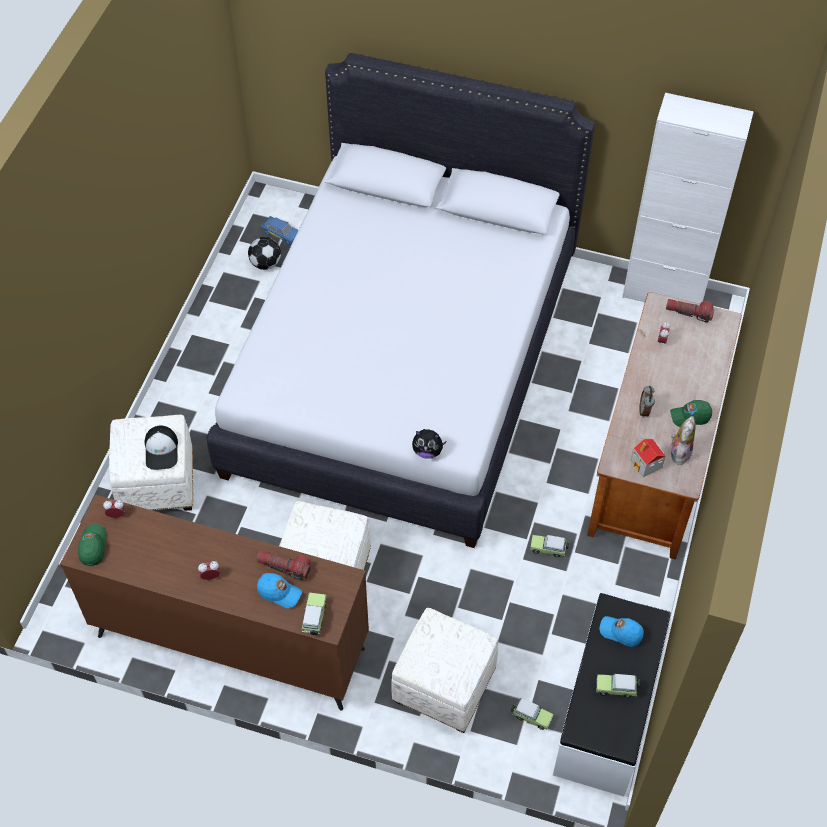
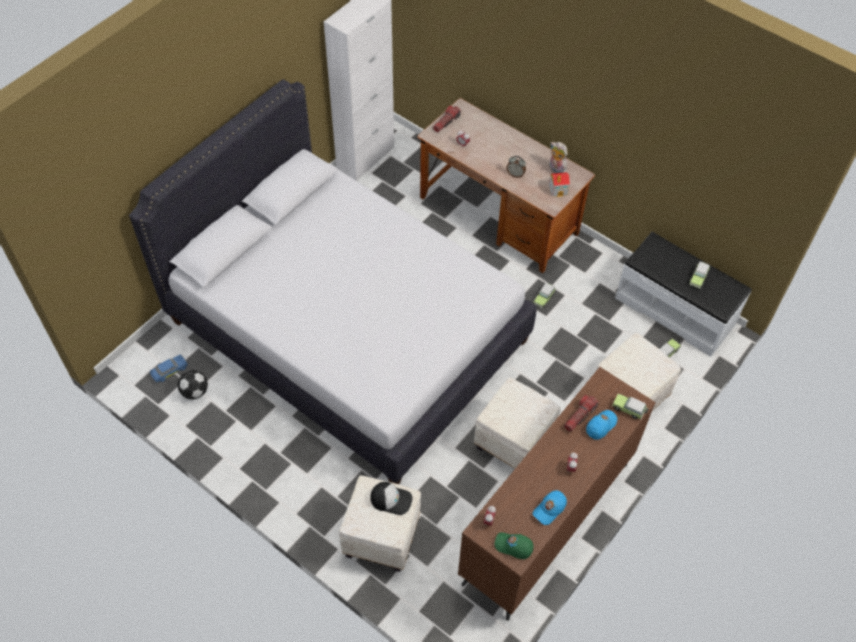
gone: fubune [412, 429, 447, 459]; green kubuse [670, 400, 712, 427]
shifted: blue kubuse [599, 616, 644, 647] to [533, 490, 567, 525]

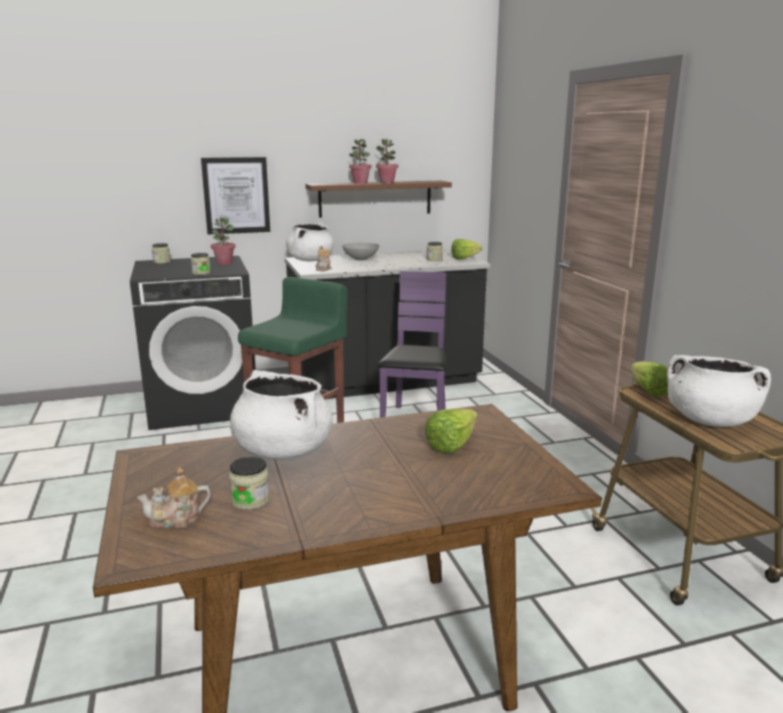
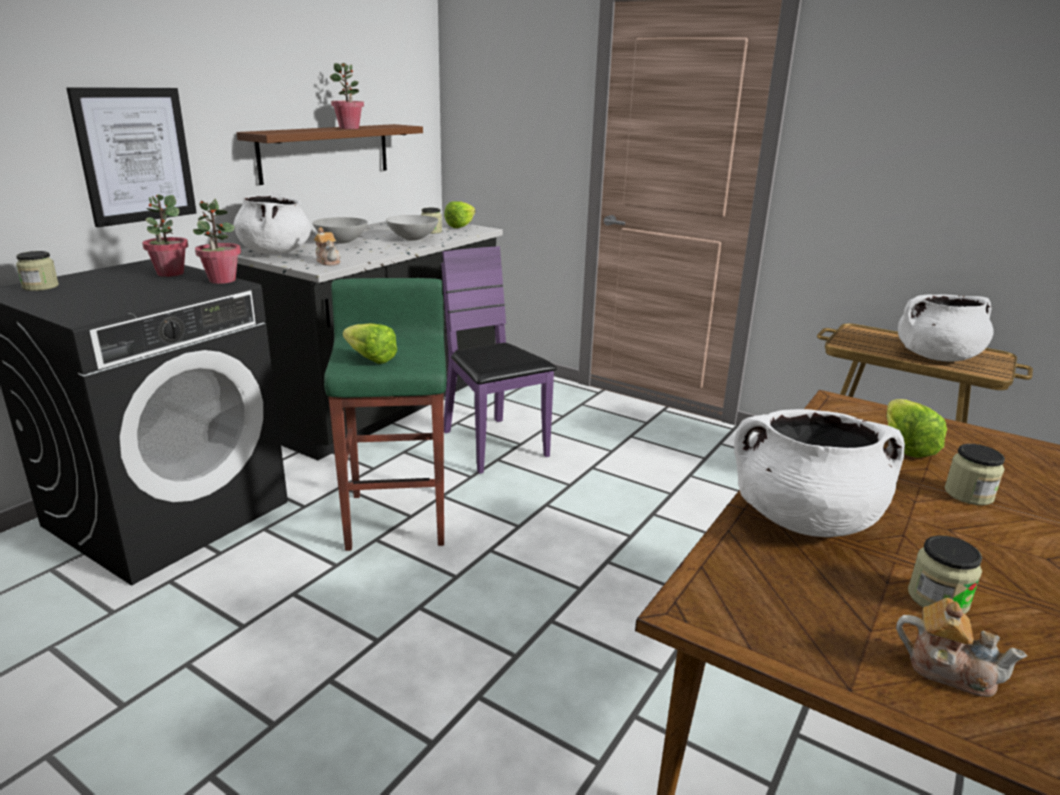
new: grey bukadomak [386, 215, 439, 241]
shifted: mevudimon [349, 139, 372, 184] to [193, 199, 241, 284]; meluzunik [631, 361, 668, 397] to [343, 323, 397, 364]; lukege [191, 253, 211, 275] to [944, 444, 1005, 505]
rotated: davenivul [137, 467, 211, 529] = [896, 598, 1027, 697] 90 degrees counterclockwise

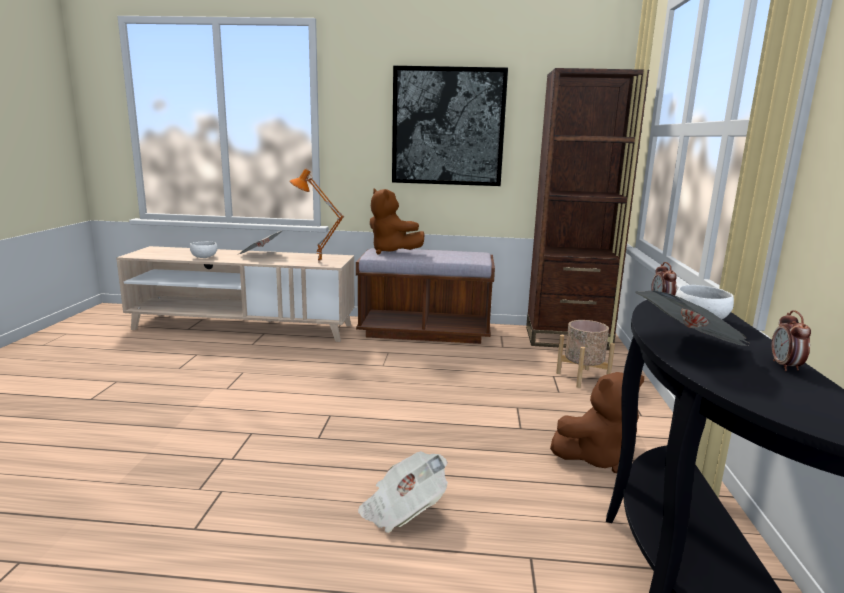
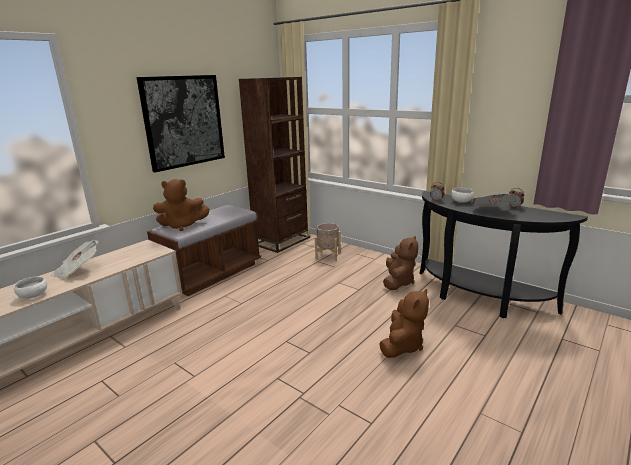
gone: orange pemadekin [289, 168, 344, 263]
swapped: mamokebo [358, 451, 448, 533] to brown fubune [380, 289, 429, 358]

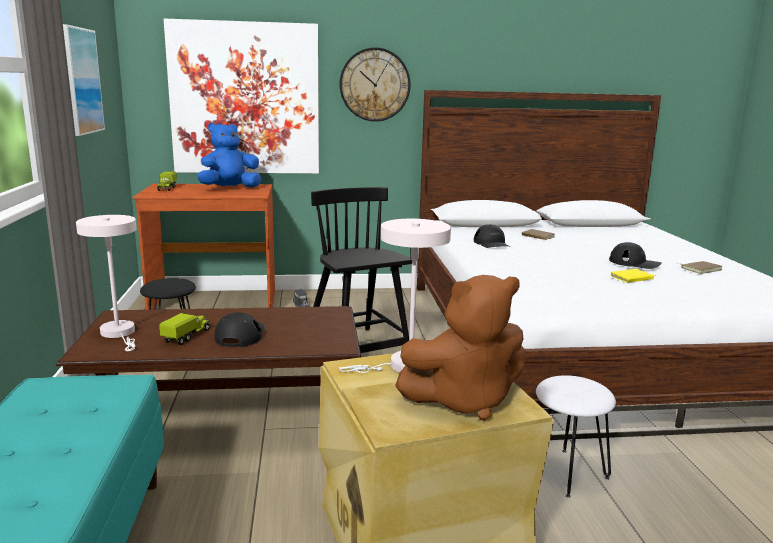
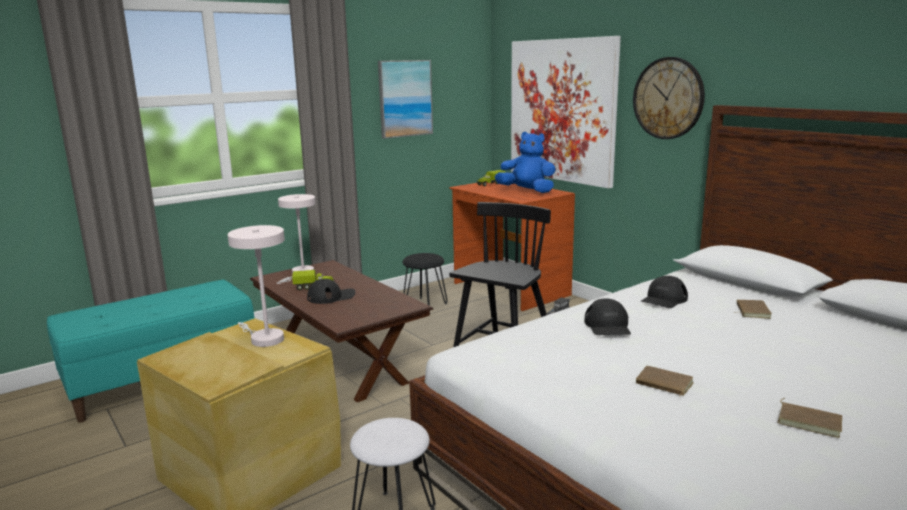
gone: brown fubune [395, 275, 526, 421]
shifted: black kubuse [609, 242, 662, 269] to [584, 298, 631, 335]
repainted: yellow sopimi [610, 269, 660, 283] to brown sopimi [636, 366, 694, 396]

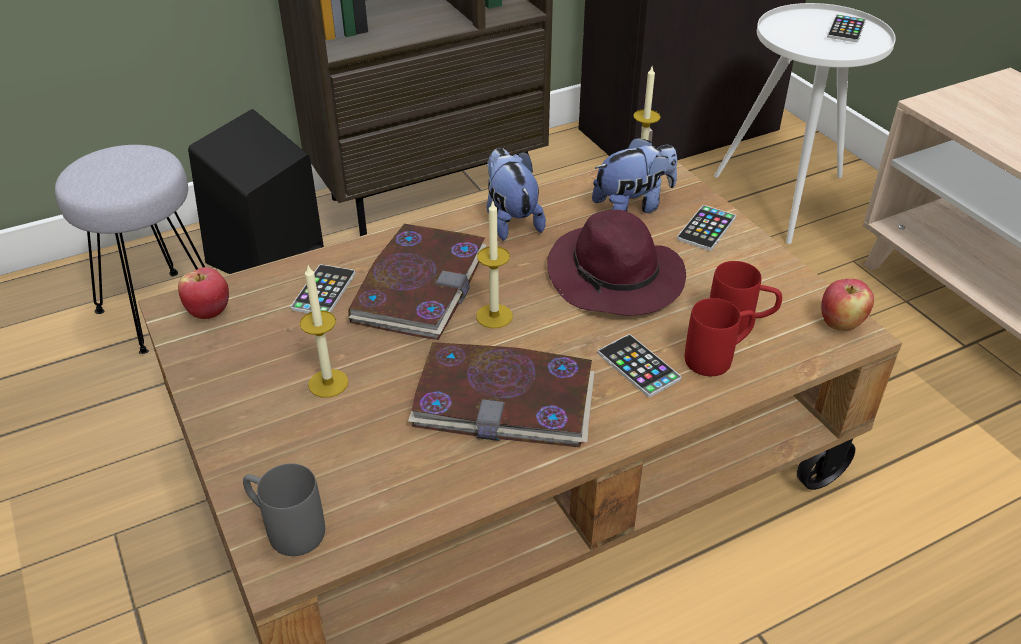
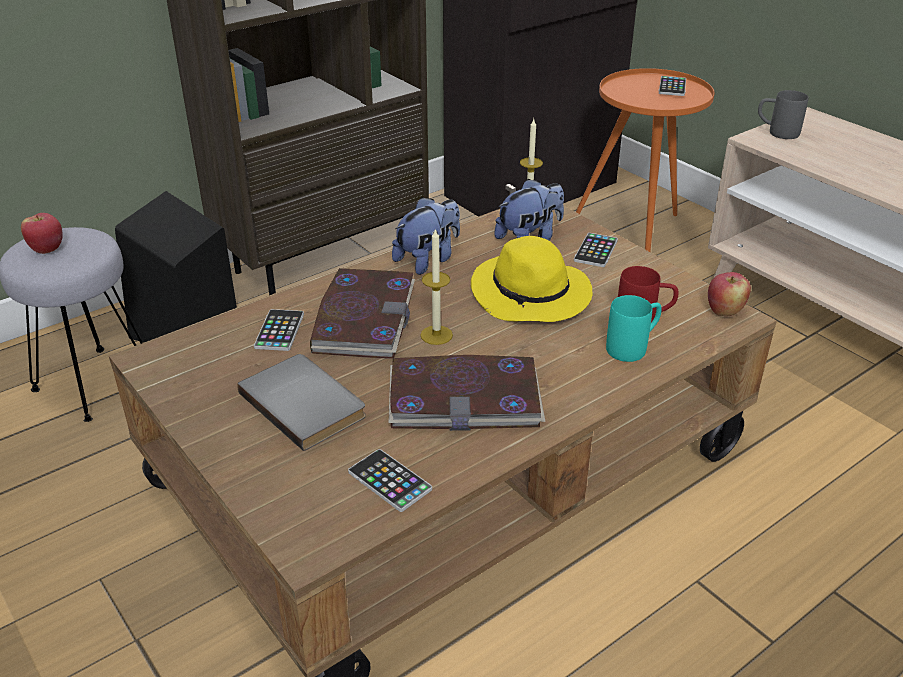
shifted: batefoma [178, 267, 229, 319] to [21, 213, 63, 254]; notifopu [598, 334, 681, 397] to [348, 449, 432, 512]; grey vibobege [243, 463, 325, 556] to [758, 90, 808, 139]
swapped: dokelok [300, 266, 349, 398] to grey sopimi [237, 354, 366, 451]
repainted: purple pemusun [547, 210, 686, 316] to yellow pemusun [471, 236, 592, 322]; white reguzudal [714, 3, 896, 244] to orange reguzudal [576, 68, 715, 252]; red vibobege [685, 298, 756, 376] to turquoise vibobege [606, 295, 662, 362]
rotated: fubune [487, 148, 546, 241] = [392, 197, 460, 275] 75 degrees clockwise

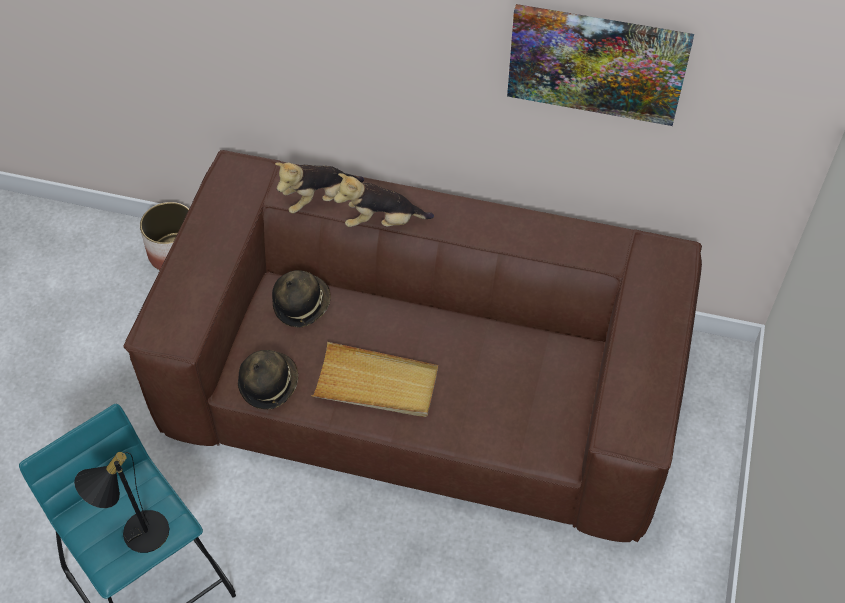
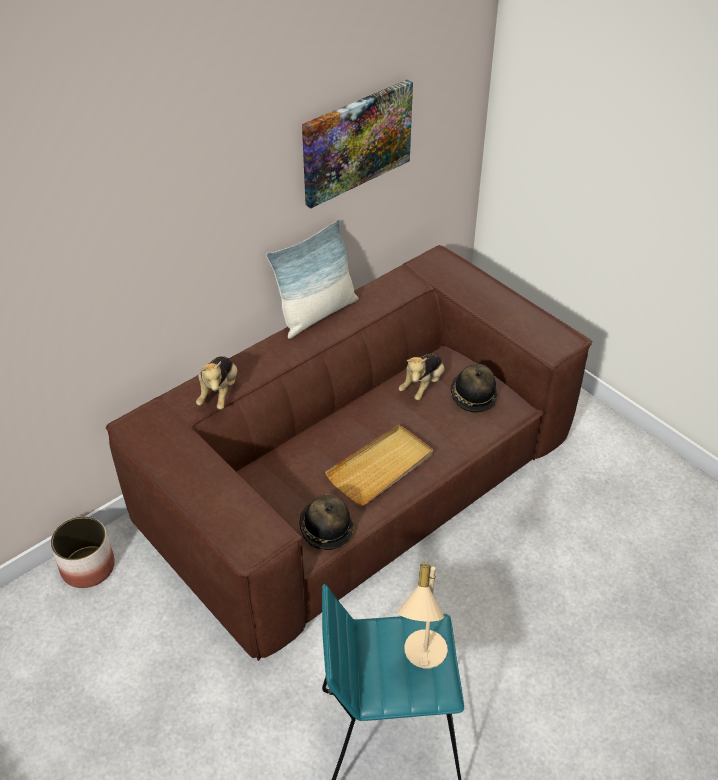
new: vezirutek [266, 220, 359, 339]
shifted: fubune [334, 173, 434, 227] to [399, 354, 445, 400]; pemusun [272, 270, 331, 328] to [451, 364, 498, 413]
repainted: black pemadekin [74, 452, 169, 553] to beige pemadekin [397, 559, 448, 668]

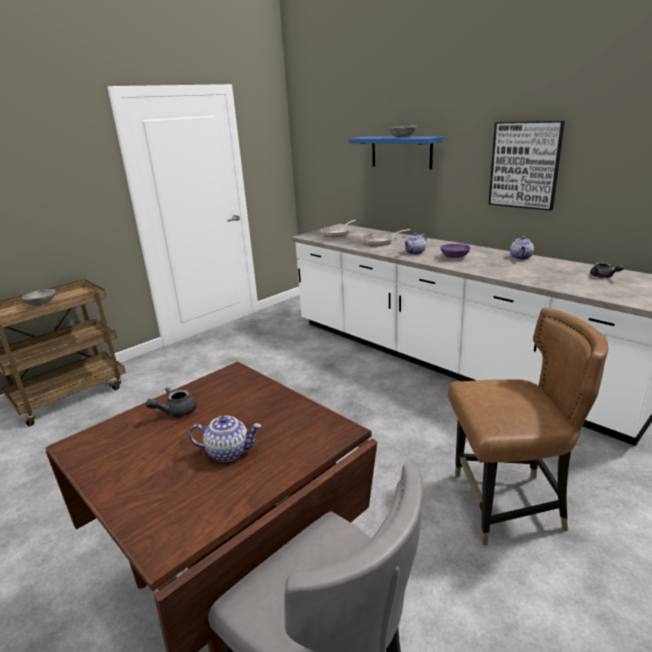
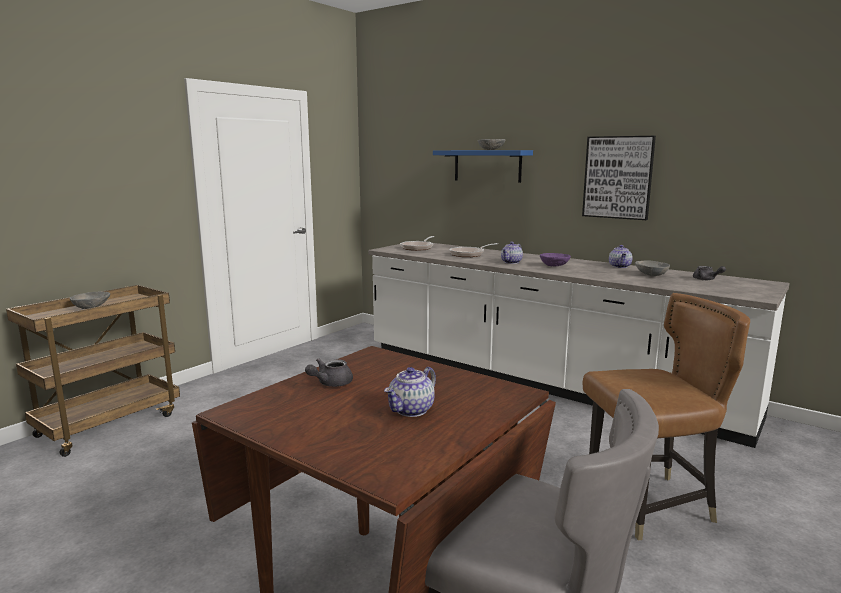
new: grey bukadomak [635, 260, 670, 276]
rotated: davenivul [189, 416, 261, 462] = [384, 367, 436, 417] 135 degrees clockwise

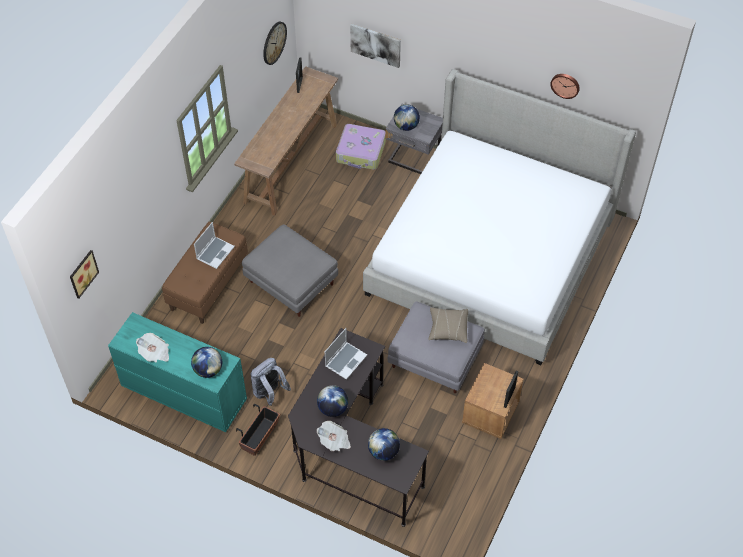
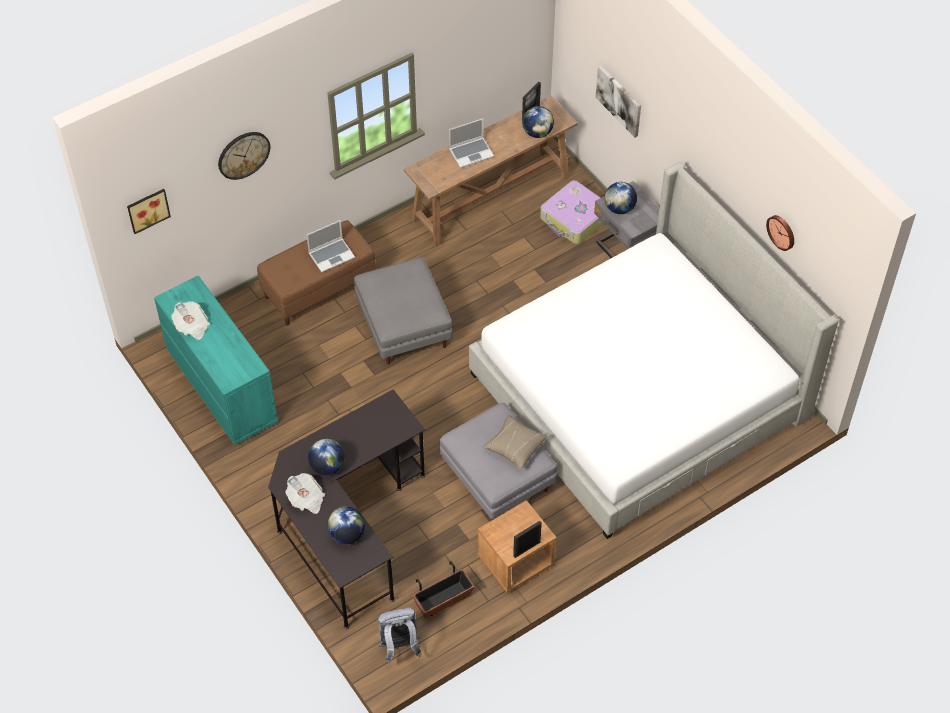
shifted: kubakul [263, 21, 287, 65] to [218, 132, 270, 180]; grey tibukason [250, 358, 291, 406] to [378, 608, 422, 664]; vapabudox [236, 404, 280, 456] to [413, 561, 475, 619]; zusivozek [325, 328, 367, 380] to [449, 118, 494, 168]; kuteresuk [191, 347, 222, 378] to [522, 106, 554, 138]

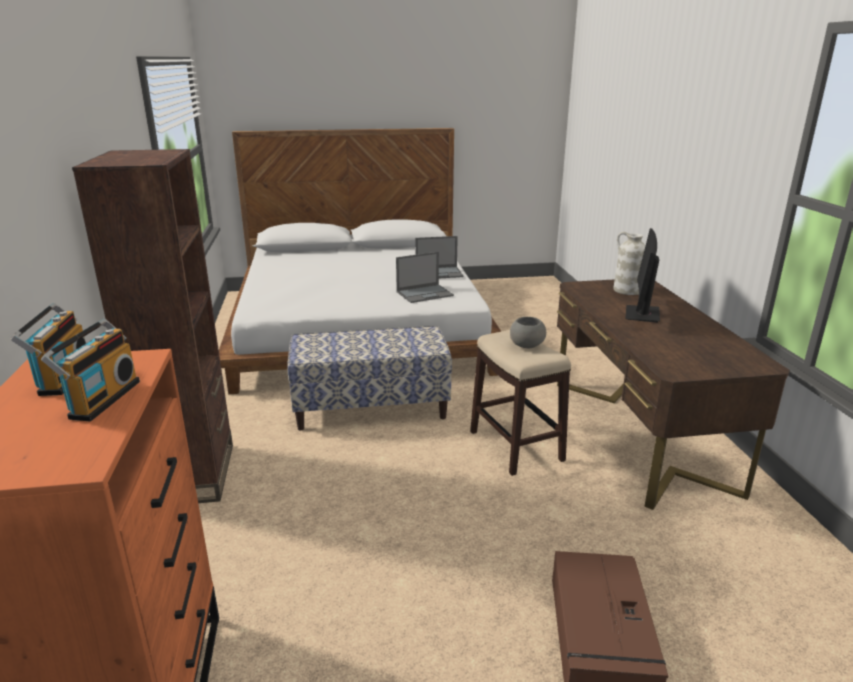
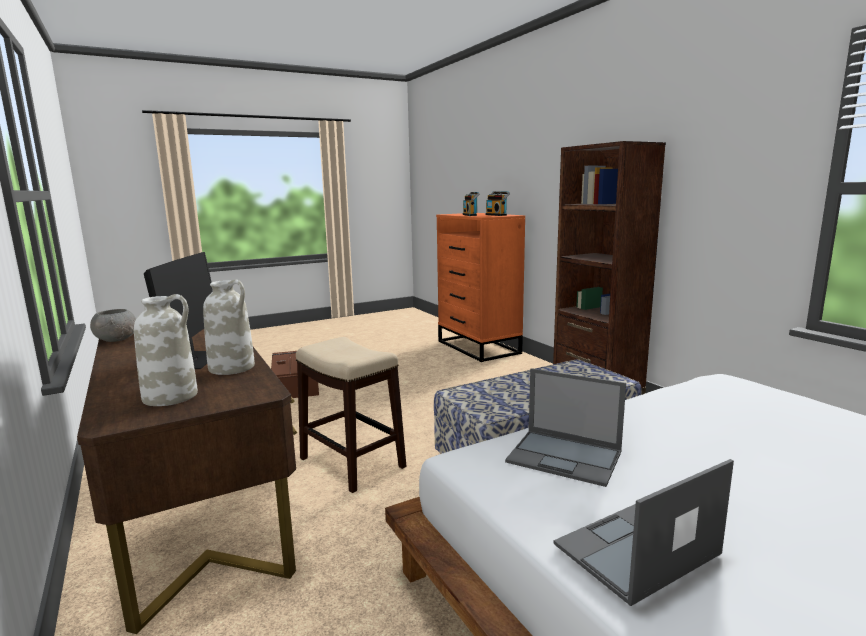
new: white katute [203, 280, 255, 375]
shifted: grey bukadomak [510, 317, 546, 348] to [90, 309, 136, 342]
rotated: zusivozek [396, 252, 454, 303] = [505, 368, 626, 487] 105 degrees counterclockwise

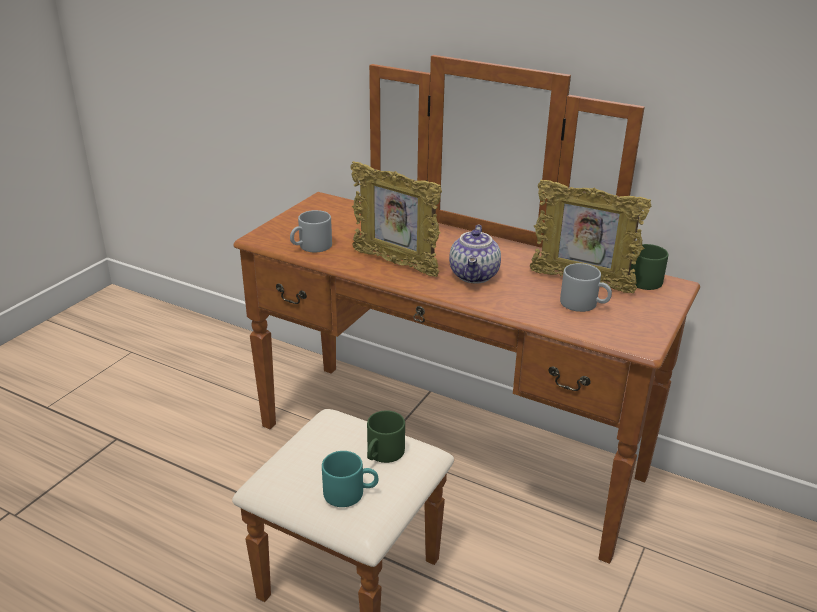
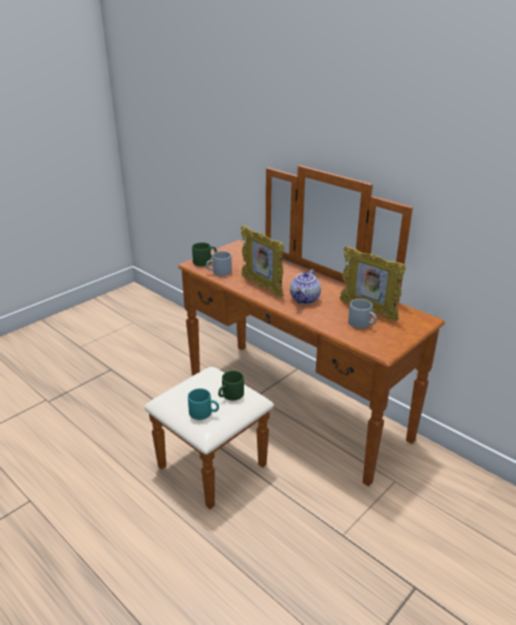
shifted: green vibobege [630, 244, 668, 290] to [192, 242, 217, 266]

